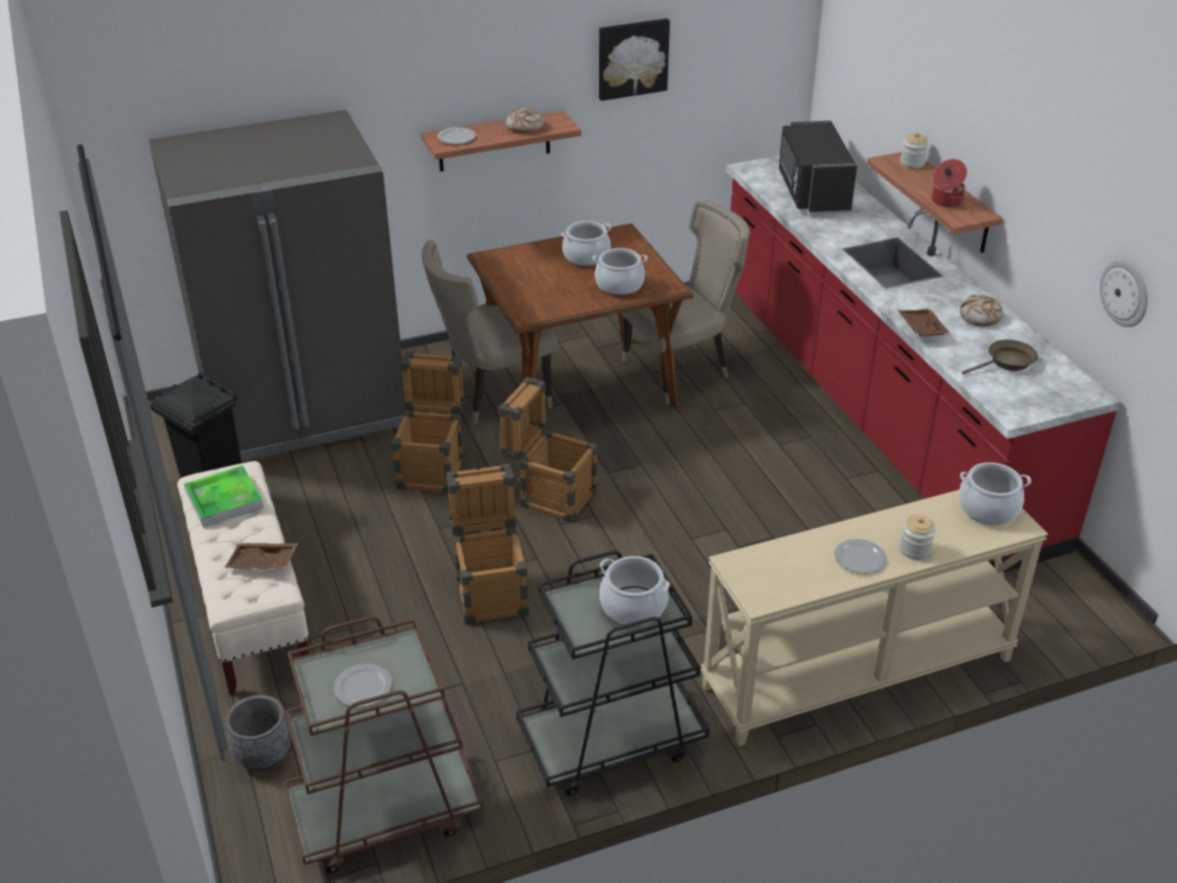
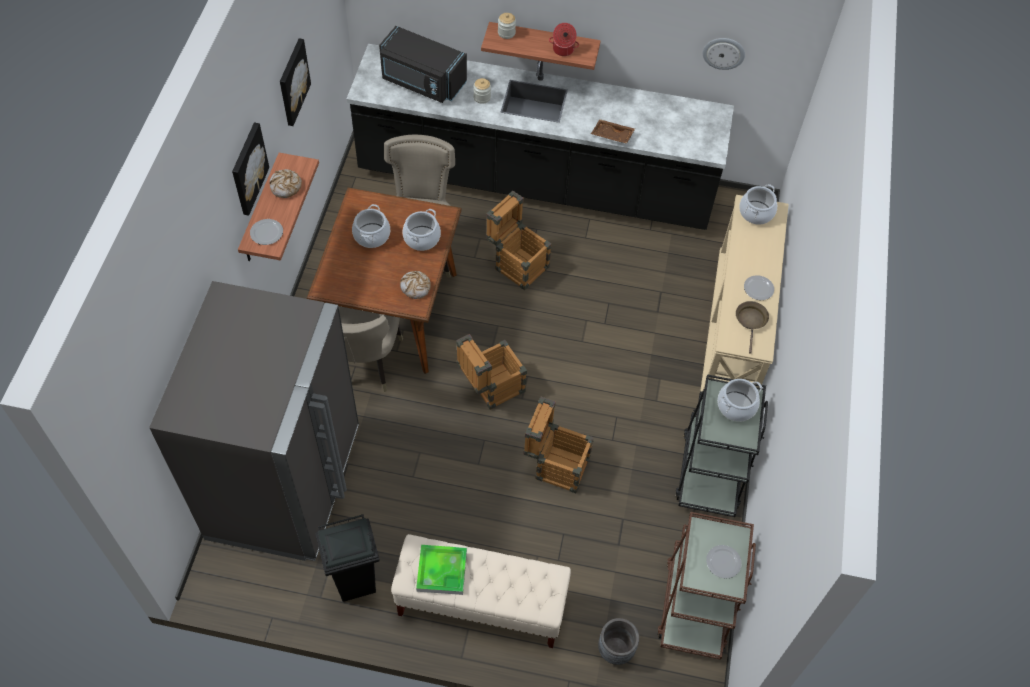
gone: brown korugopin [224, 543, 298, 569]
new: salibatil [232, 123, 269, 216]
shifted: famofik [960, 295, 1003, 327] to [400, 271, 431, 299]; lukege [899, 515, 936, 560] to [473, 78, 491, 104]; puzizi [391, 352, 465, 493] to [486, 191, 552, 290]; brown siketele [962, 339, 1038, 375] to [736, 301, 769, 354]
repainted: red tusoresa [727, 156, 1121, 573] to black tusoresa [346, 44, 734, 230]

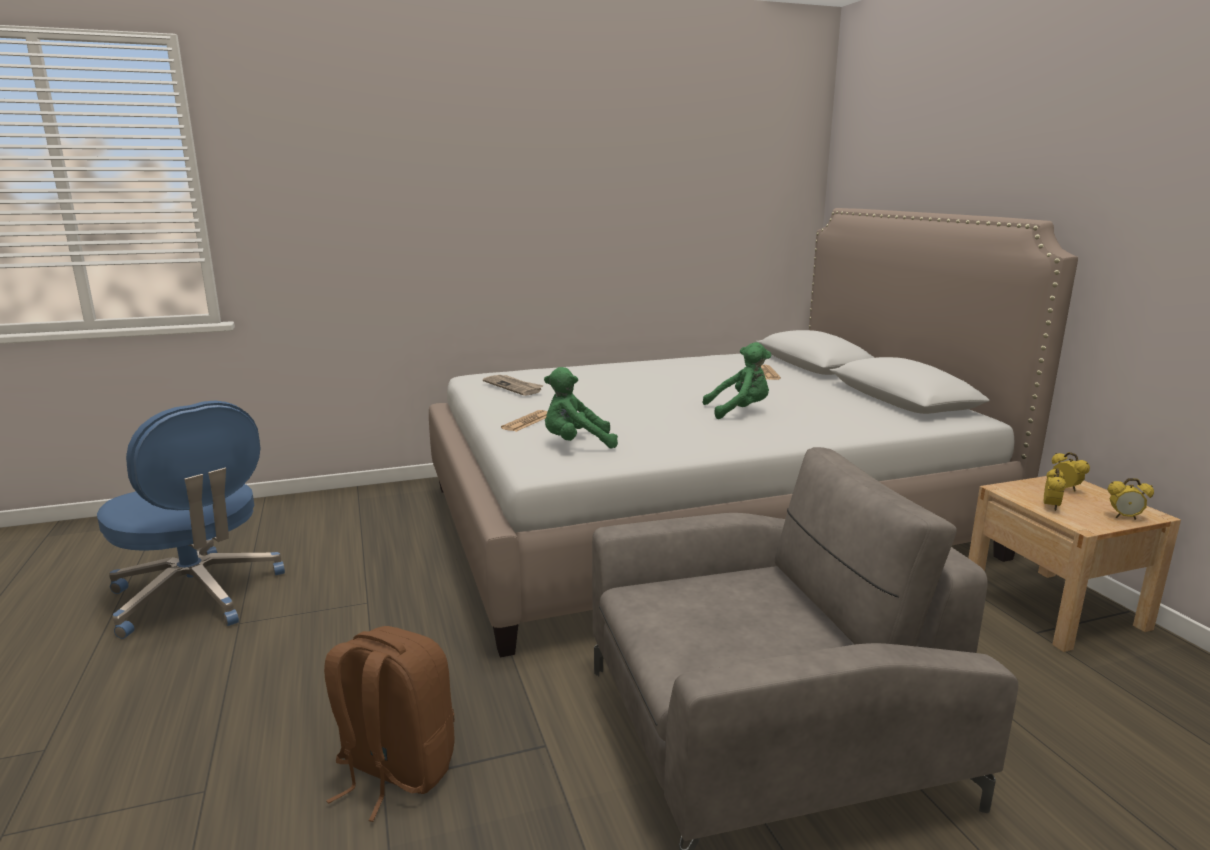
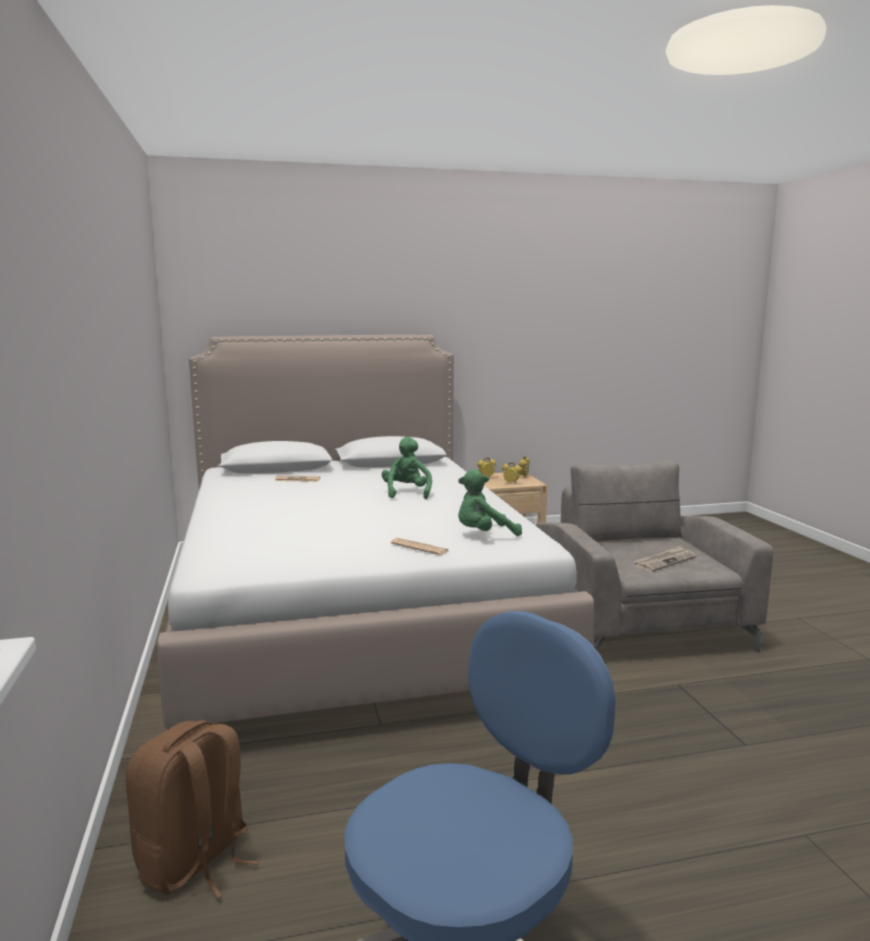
shifted: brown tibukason [324, 626, 455, 822] to [126, 720, 259, 899]; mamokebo [483, 375, 544, 396] to [634, 546, 696, 572]
rotated: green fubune [544, 367, 618, 449] = [458, 469, 522, 536] 75 degrees clockwise

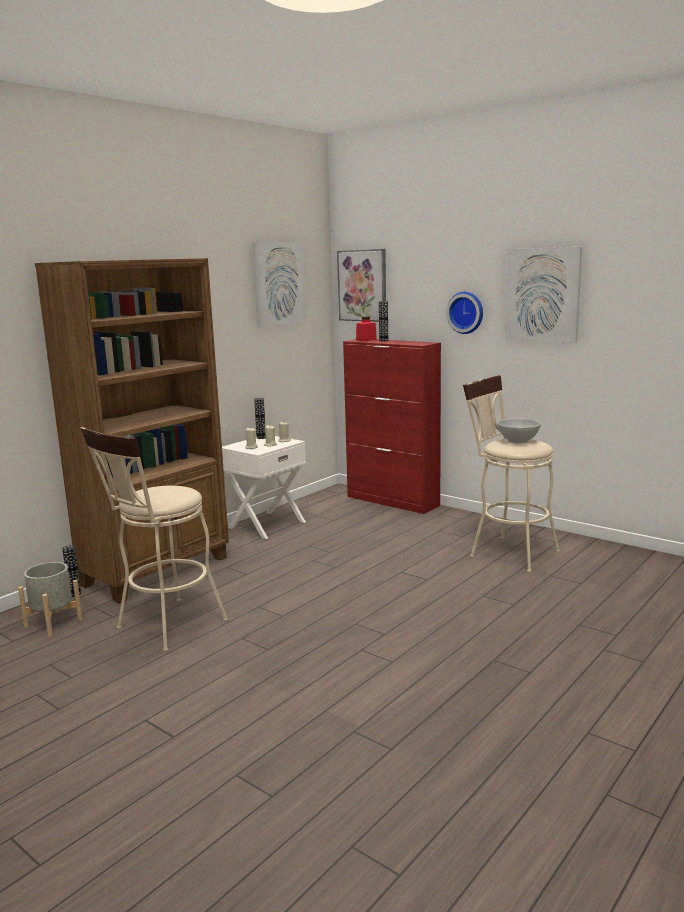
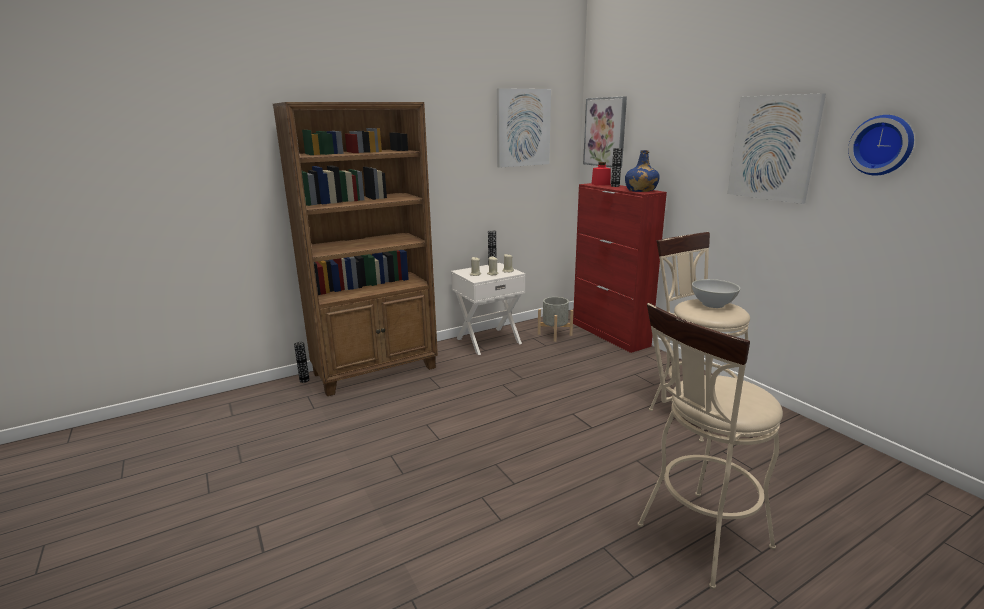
new: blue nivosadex [625, 150, 660, 192]
shifted: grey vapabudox [18, 562, 83, 637] to [538, 297, 573, 342]; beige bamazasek [80, 427, 228, 652] to [638, 303, 783, 589]; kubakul [446, 292, 483, 334] to [848, 115, 914, 175]

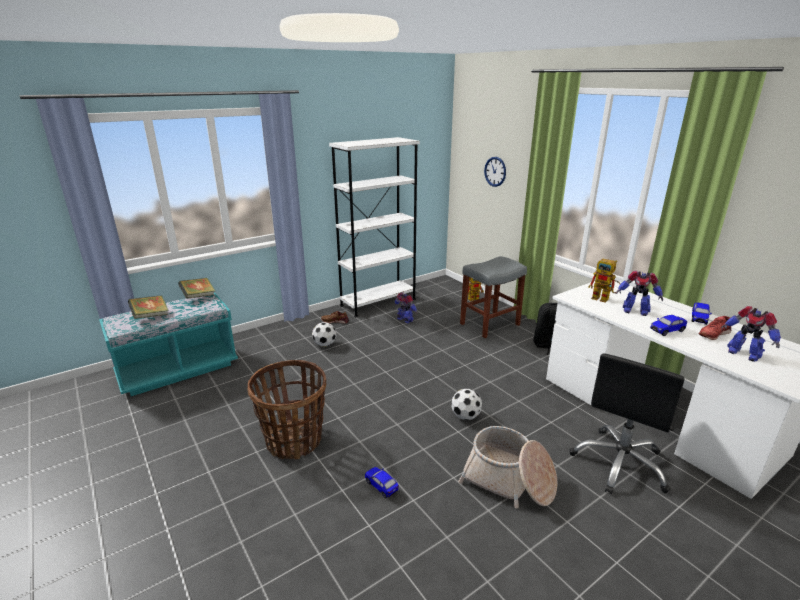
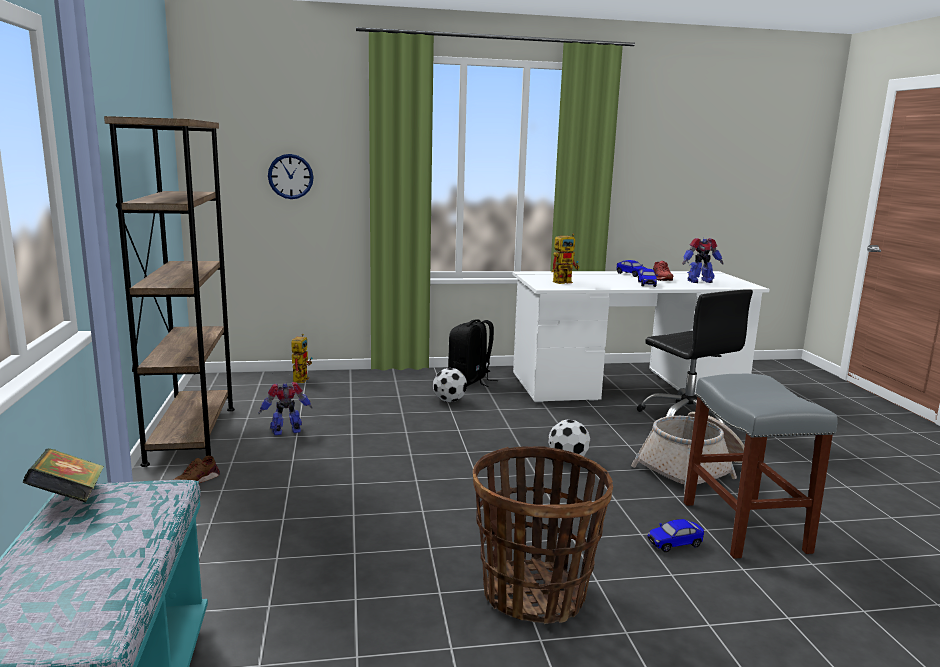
gone: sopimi [128, 295, 169, 319]; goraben [616, 271, 663, 316]
shifted: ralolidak [312, 322, 337, 347] to [433, 368, 467, 402]; grey bamazasek [460, 256, 527, 338] to [684, 374, 838, 559]
repainted: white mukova [329, 137, 420, 317] to brown mukova [104, 116, 235, 467]

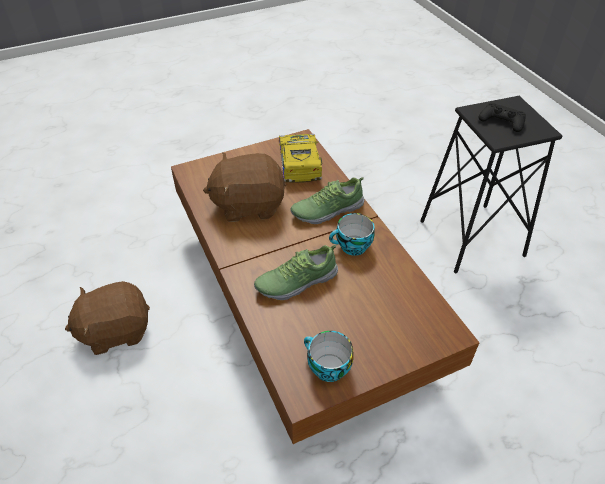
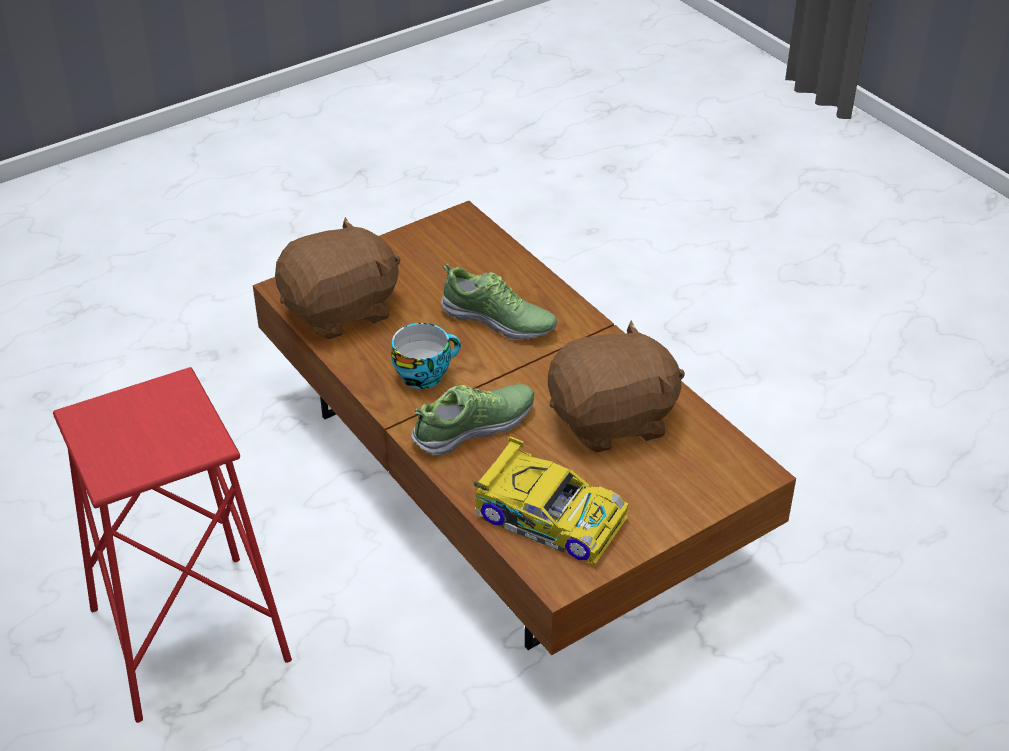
gone: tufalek [304, 331, 354, 382]; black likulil [479, 103, 526, 132]
shifted: brown fubune [65, 281, 150, 355] to [275, 217, 400, 339]
repainted: black bamazasek [420, 96, 562, 273] to red bamazasek [53, 367, 292, 723]
rotated: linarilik [254, 245, 338, 300] = [441, 264, 557, 340] 60 degrees clockwise; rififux [279, 134, 322, 183] = [472, 436, 629, 565] 45 degrees counterclockwise

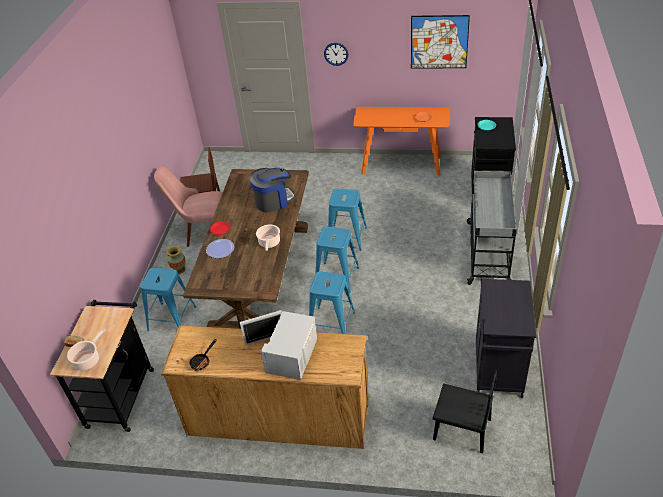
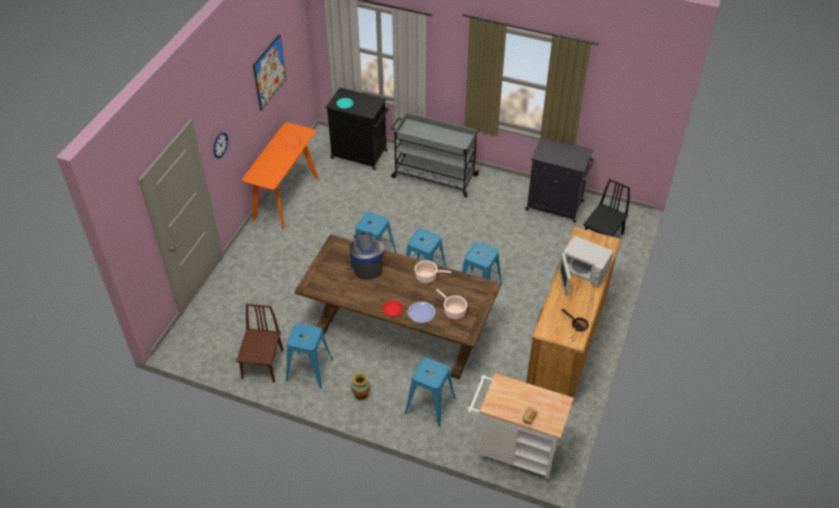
shifted: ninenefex [67, 329, 106, 371] to [436, 289, 467, 319]
swapped: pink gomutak [154, 166, 223, 247] to blue bamazasek [286, 323, 333, 389]
repainted: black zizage [50, 300, 154, 432] to white zizage [467, 373, 574, 481]

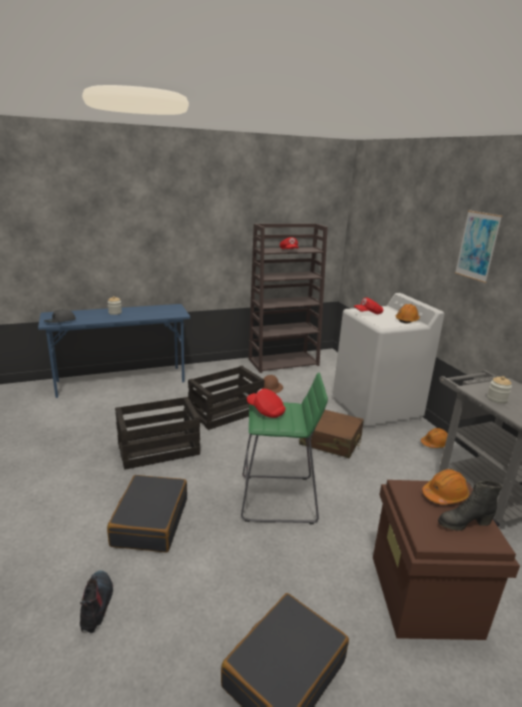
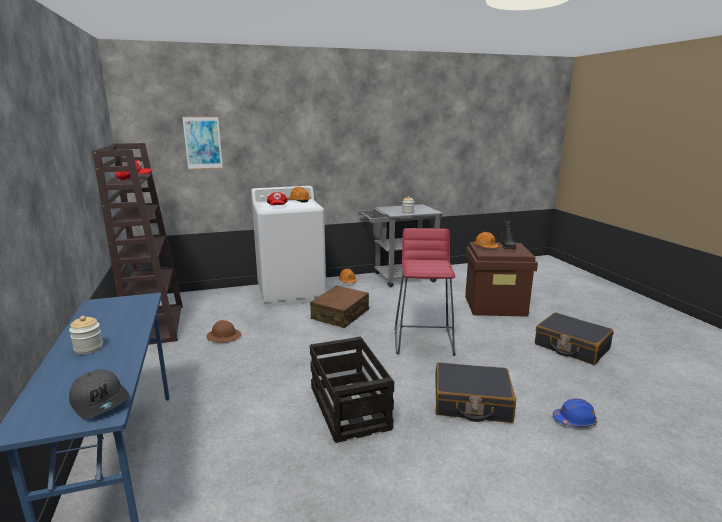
gone: puzizi [188, 366, 265, 430]; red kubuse [247, 389, 285, 418]
shifted: salibatil [455, 210, 502, 283] to [182, 116, 223, 170]
swapped: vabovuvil [80, 570, 113, 633] to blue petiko [553, 398, 598, 427]
repainted: green bamazasek [241, 372, 328, 524] to red bamazasek [395, 228, 456, 356]

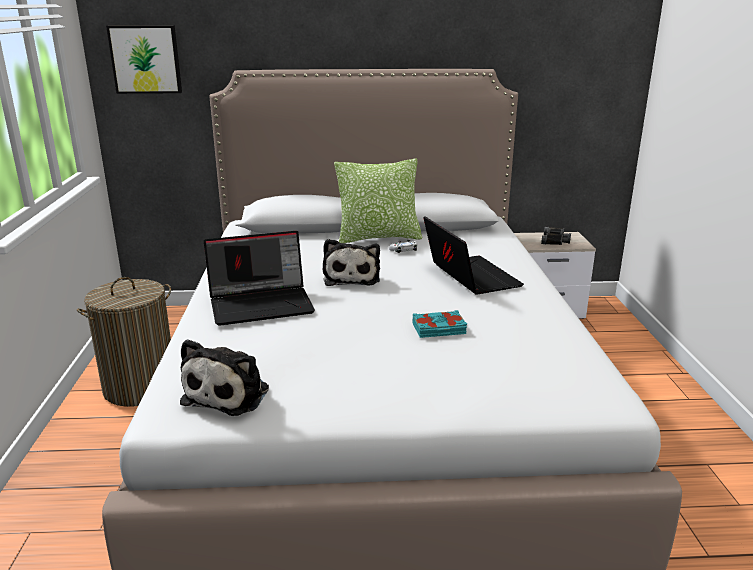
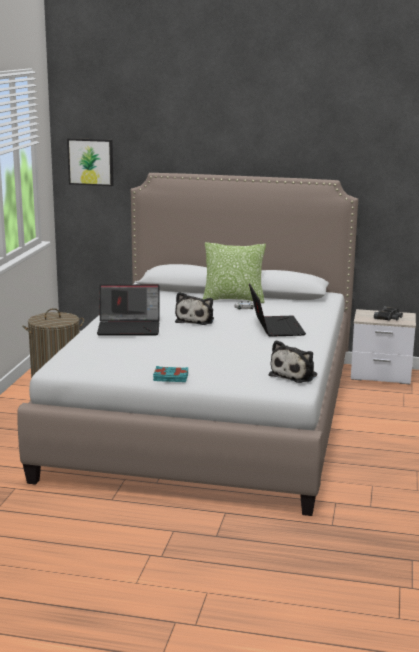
shifted: turquoise sopimi [413, 310, 467, 338] to [153, 366, 188, 382]; fubune [180, 339, 269, 416] to [269, 340, 317, 383]

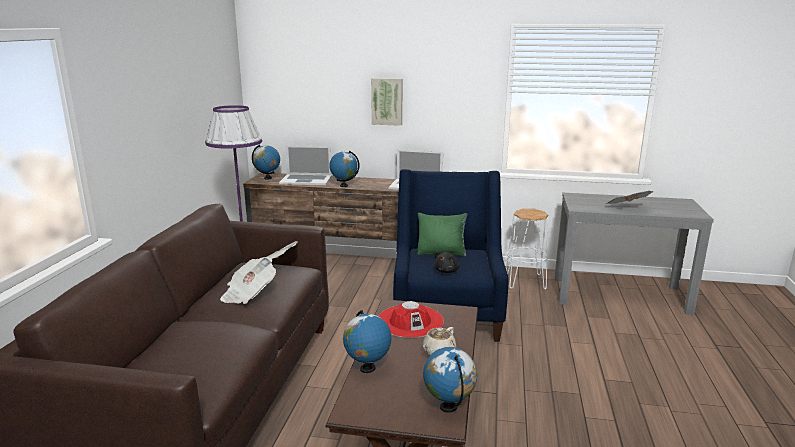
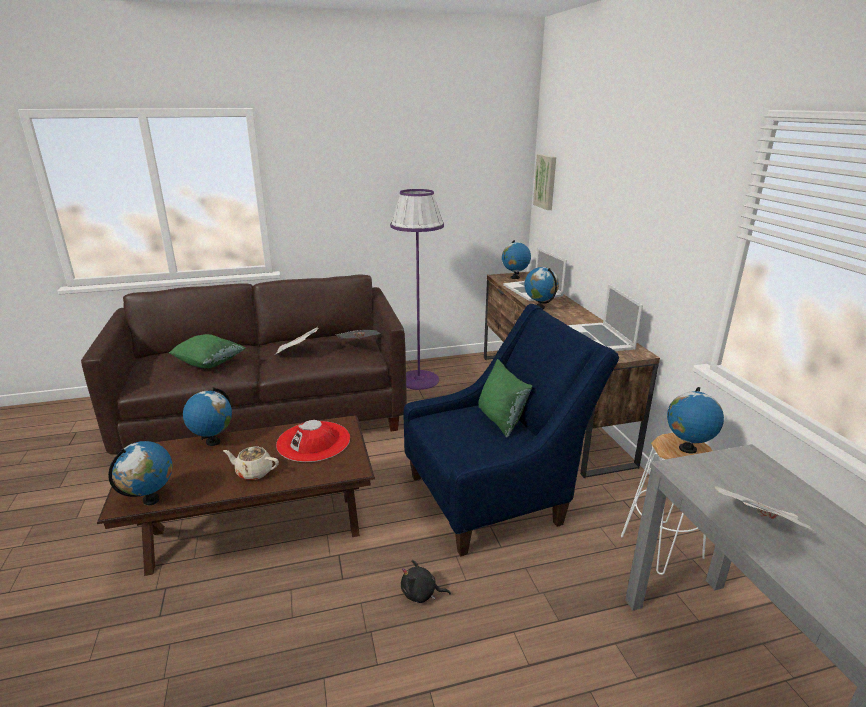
new: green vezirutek [169, 334, 246, 368]; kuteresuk [667, 387, 724, 453]
shifted: black fubune [434, 251, 460, 273] to [401, 560, 451, 603]; salibatil [371, 78, 403, 126] to [533, 154, 556, 210]

